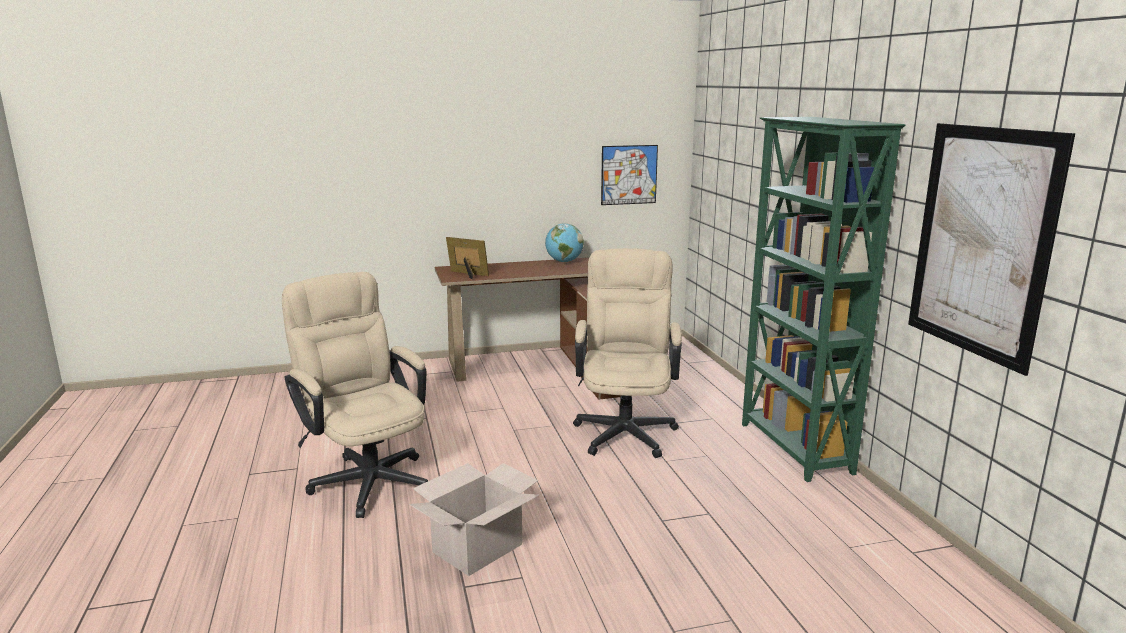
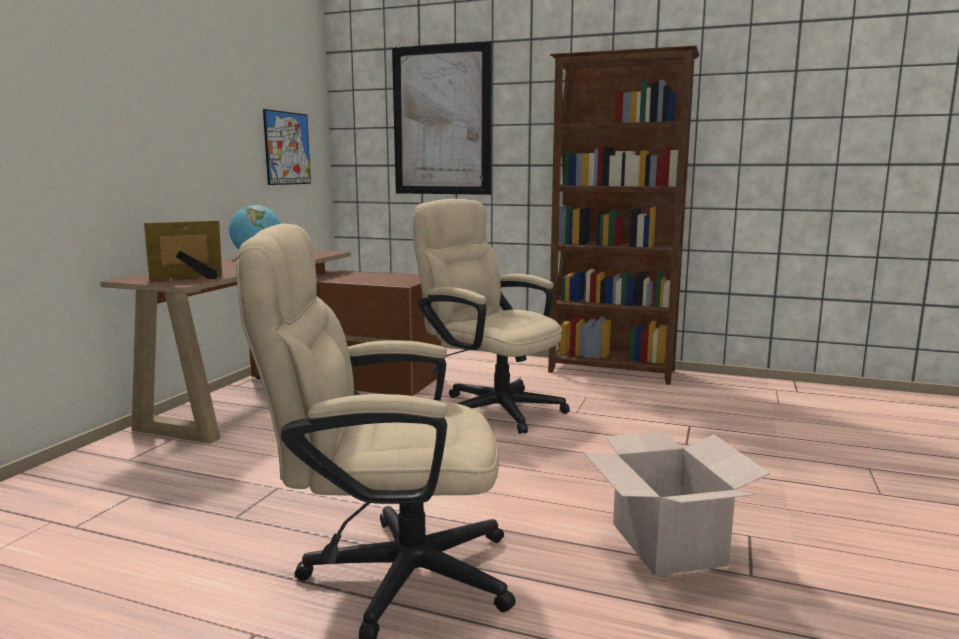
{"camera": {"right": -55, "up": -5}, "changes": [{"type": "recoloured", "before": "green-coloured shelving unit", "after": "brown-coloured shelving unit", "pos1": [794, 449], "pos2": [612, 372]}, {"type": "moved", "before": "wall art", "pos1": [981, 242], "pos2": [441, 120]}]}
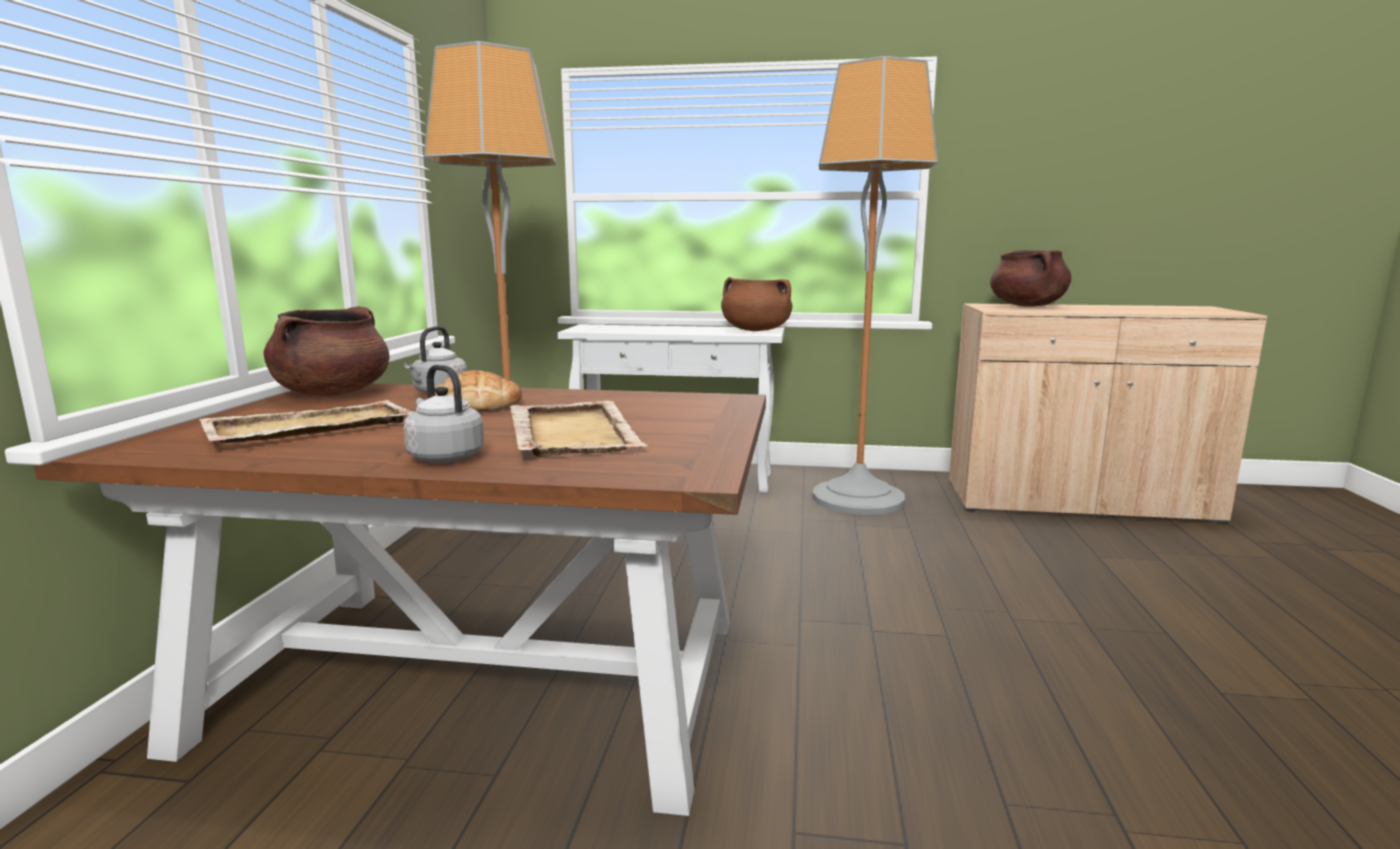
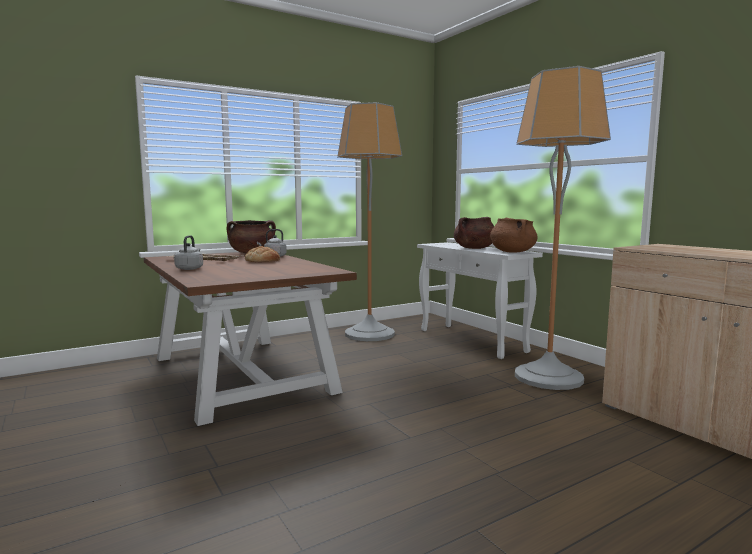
{"camera": {"right": 50, "up": -5}, "changes": [{"type": "removed", "before": "sand-coloured carrying tray", "pos1": [572, 432]}, {"type": "moved", "before": "brown-coloured saucepot", "pos1": [1027, 306], "pos2": [474, 248]}]}
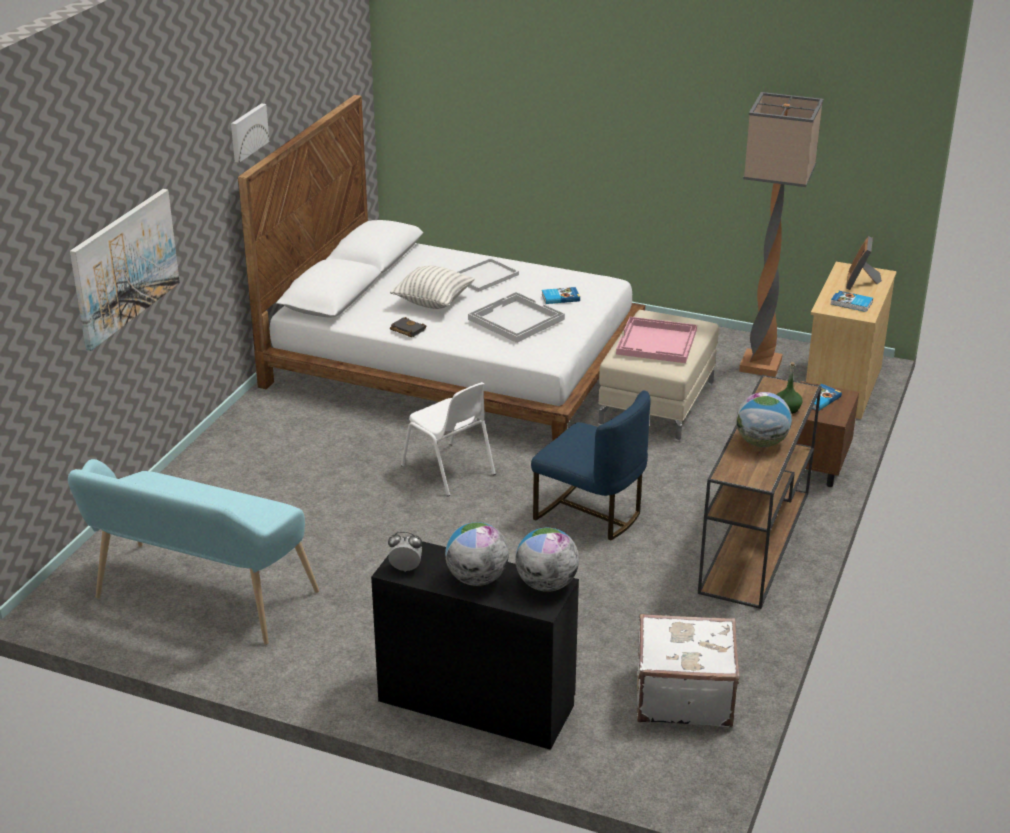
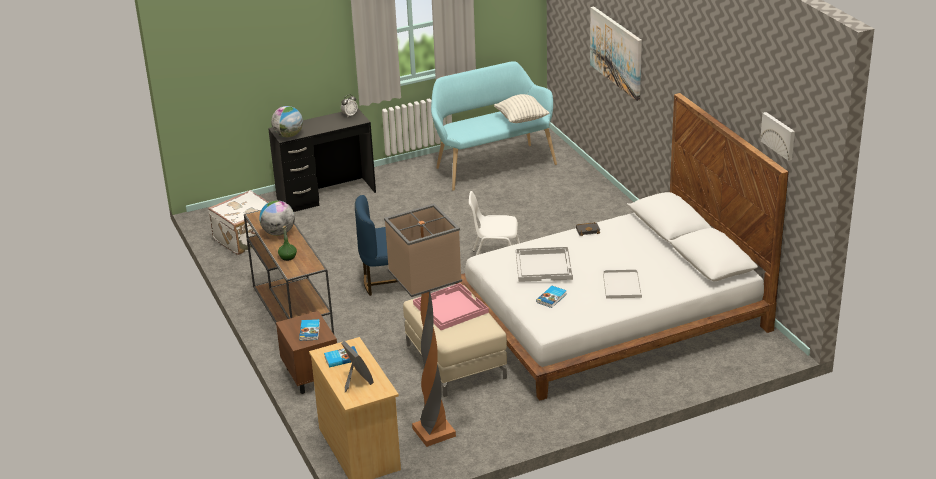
{"camera": {"right": 135, "up": 0}, "changes": [{"type": "moved", "before": "wall art", "pos1": [247, 132], "pos2": [779, 135]}, {"type": "moved", "before": "cushion", "pos1": [433, 302], "pos2": [521, 120]}, {"type": "removed", "before": "desk globe", "pos1": [477, 579]}]}
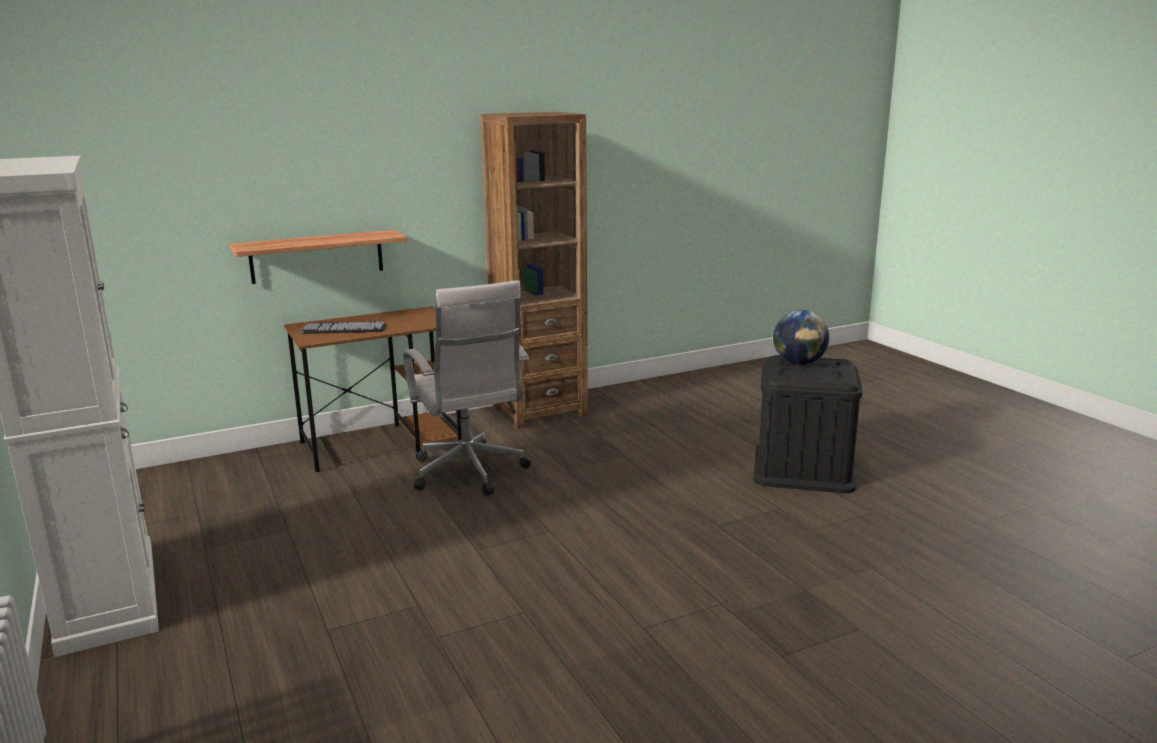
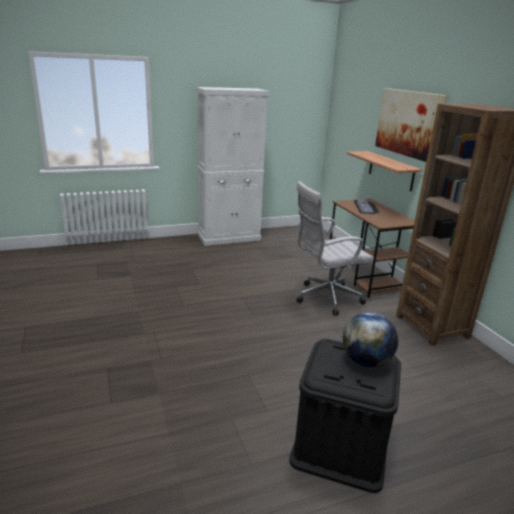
{"camera": {"right": 95, "up": 5}, "changes": [{"type": "added", "after": "wall art", "pos2": [408, 123]}]}
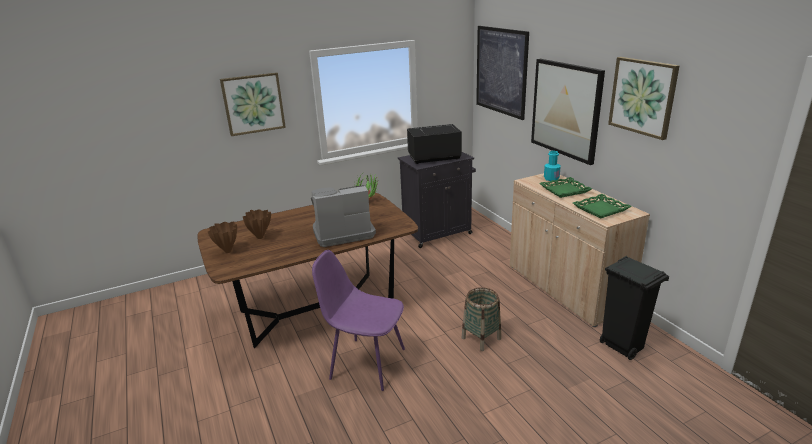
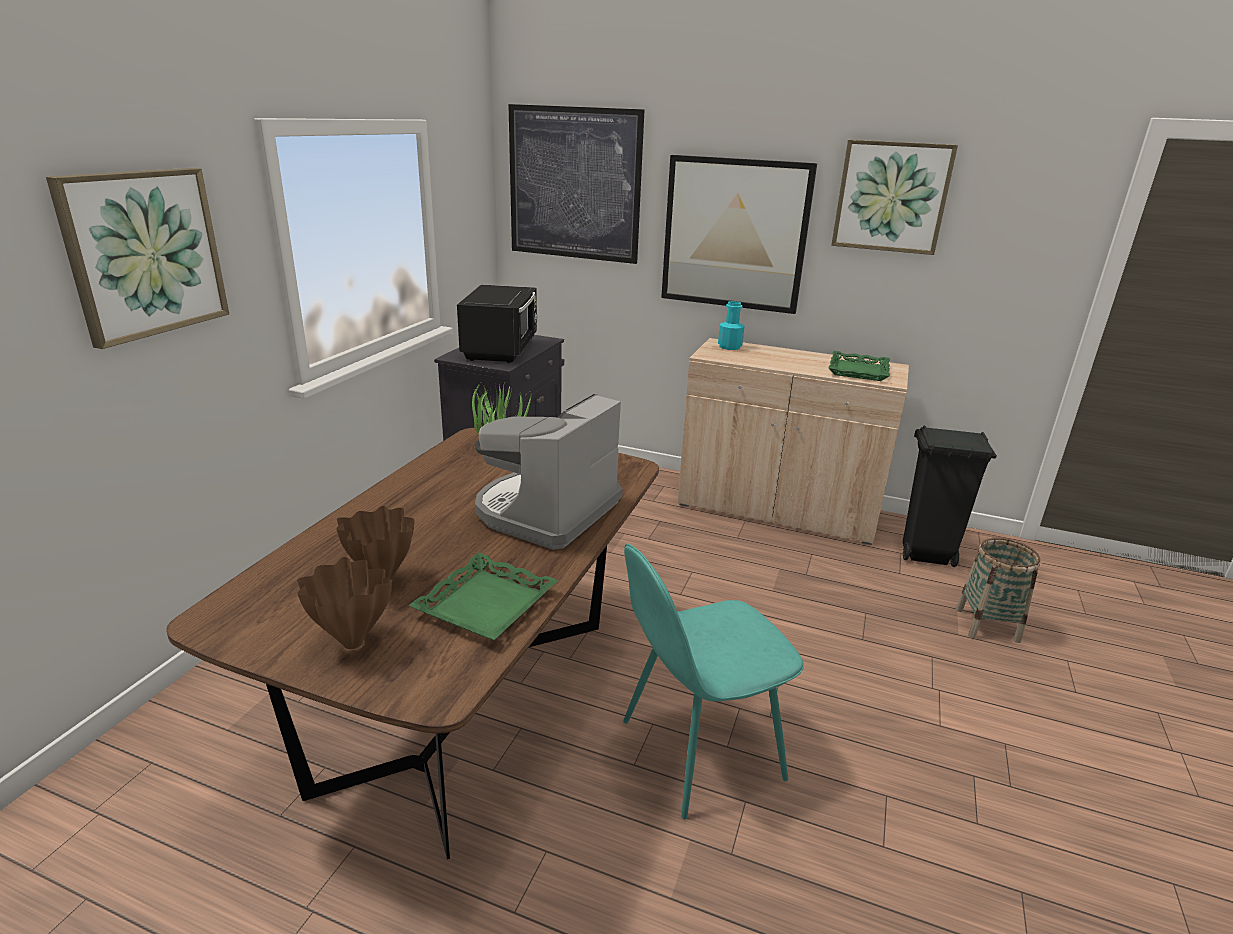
{"camera": {"right": -45, "up": 0}, "changes": [{"type": "recoloured", "before": "purplish upright chair", "after": "turquoise upright chair", "pos1": [366, 363], "pos2": [697, 751]}, {"type": "turned", "before": "blackish microwave oven", "pos1": [433, 158], "pos2": [501, 349], "turn": 150}, {"type": "moved", "before": "household basket", "pos1": [481, 338], "pos2": [987, 625]}, {"type": "moved", "before": "green-coloured carrying tray", "pos1": [565, 190], "pos2": [487, 605]}]}
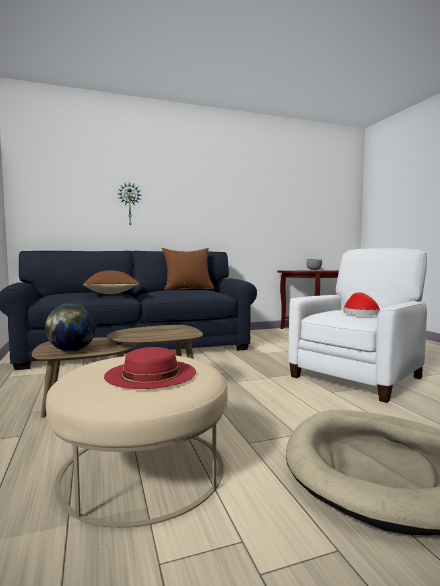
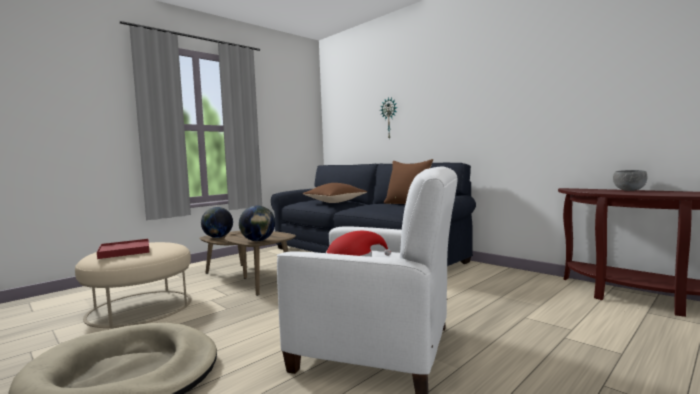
{"camera": {"right": 65, "up": 0}, "changes": [{"type": "replaced", "before": "red-coloured wearable hat", "after": "red-coloured carrying tray", "pos1": [151, 373], "pos2": [124, 251]}, {"type": "added", "after": "desk globe", "pos2": [258, 241]}]}
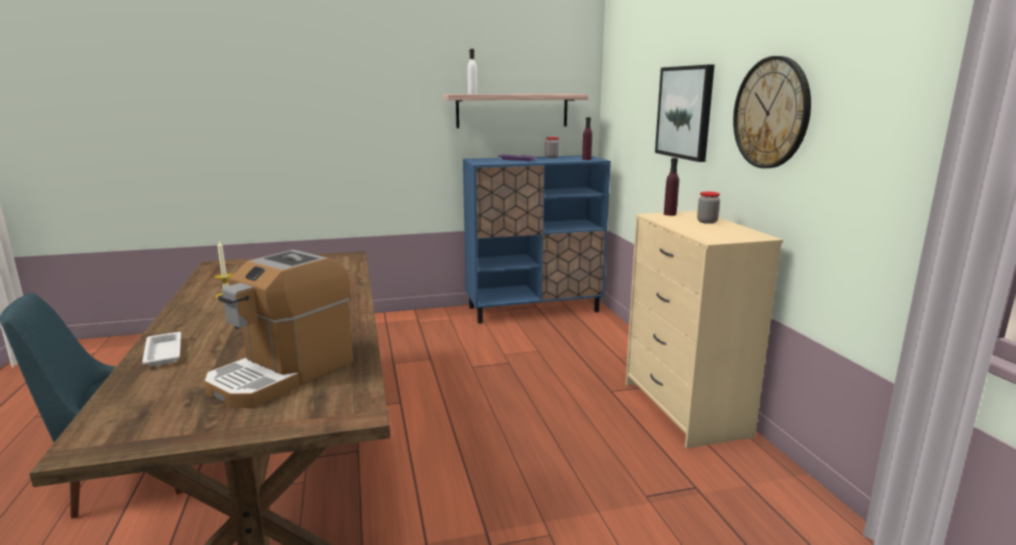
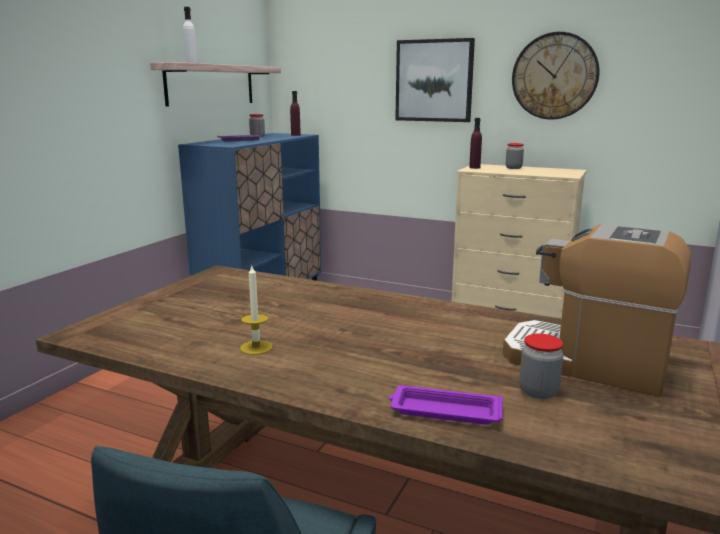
{"camera": {"right": -50, "up": 0}, "changes": [{"type": "recoloured", "before": "whitish carrying tray", "after": "purplish carrying tray", "pos1": [163, 352], "pos2": [444, 411]}, {"type": "turned", "before": "coffee brewer", "pos1": [283, 373], "pos2": [587, 362], "turn": 135}, {"type": "added", "after": "preserve jar", "pos2": [538, 392]}]}
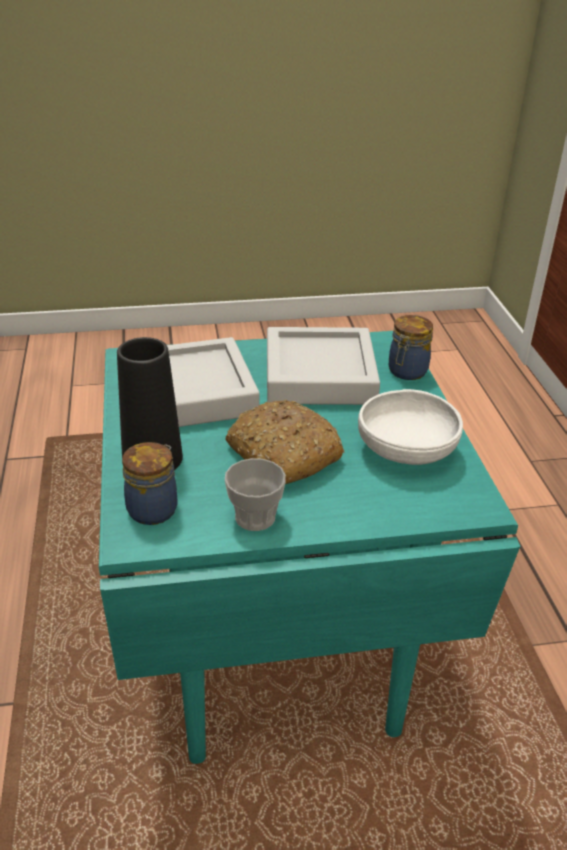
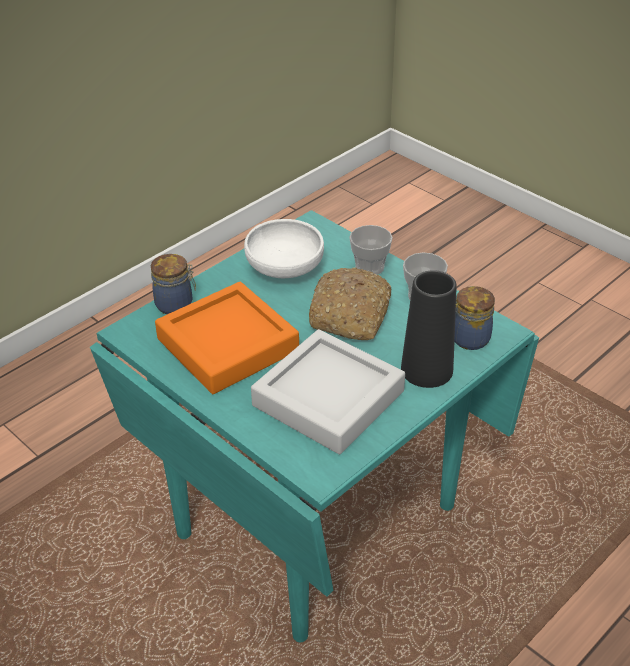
{"camera": {"right": -125, "up": 5}, "changes": [{"type": "recoloured", "before": "gray carrying tray", "after": "orange-coloured carrying tray", "pos1": [319, 375], "pos2": [228, 345]}, {"type": "added", "after": "drinking cup", "pos2": [369, 267]}]}
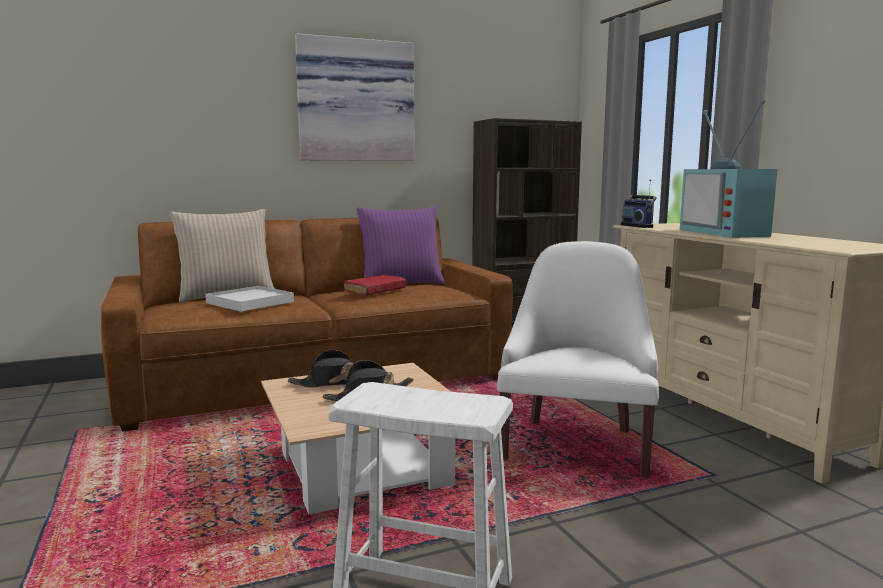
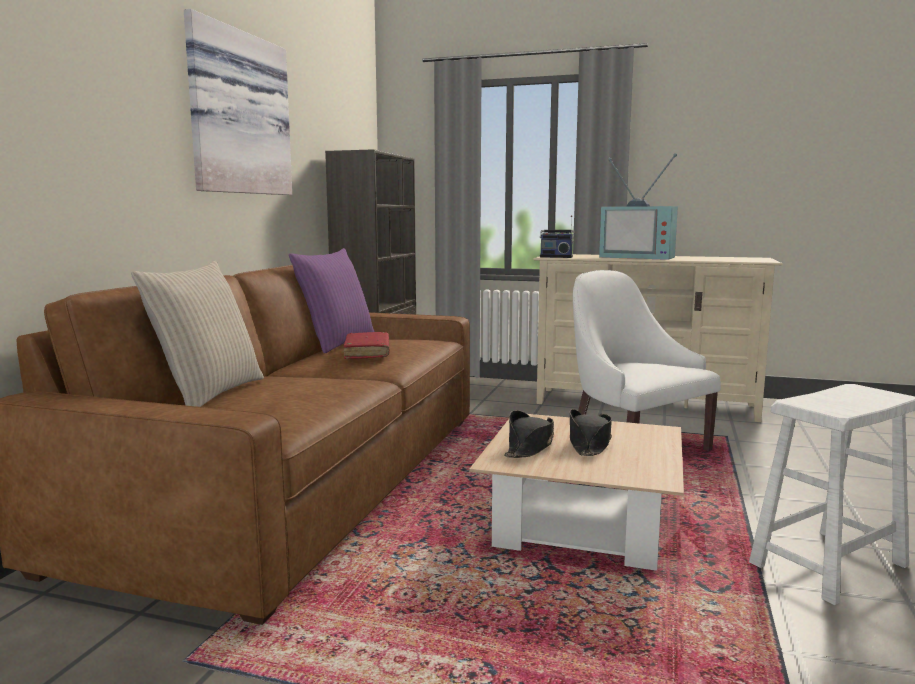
{"camera": {"right": -50, "up": 0}, "changes": [{"type": "removed", "before": "whitish carrying tray", "pos1": [249, 302]}]}
